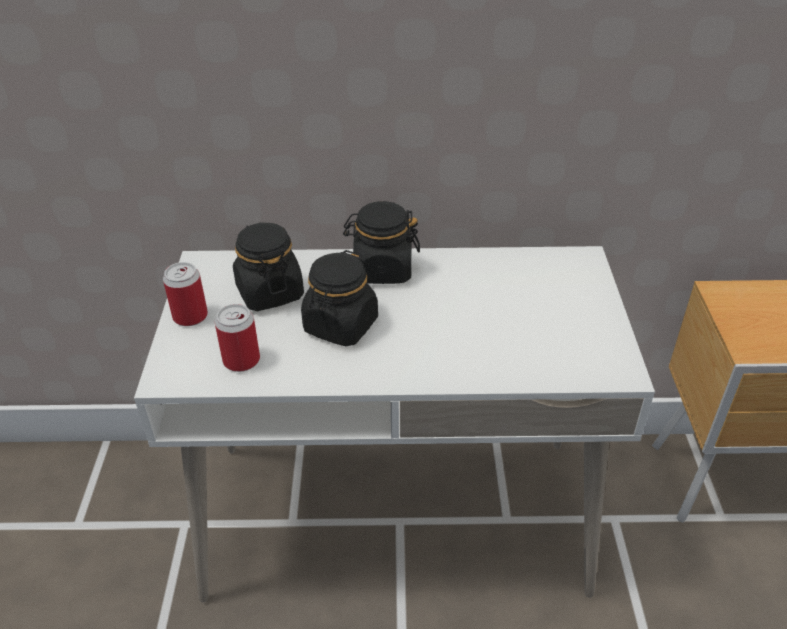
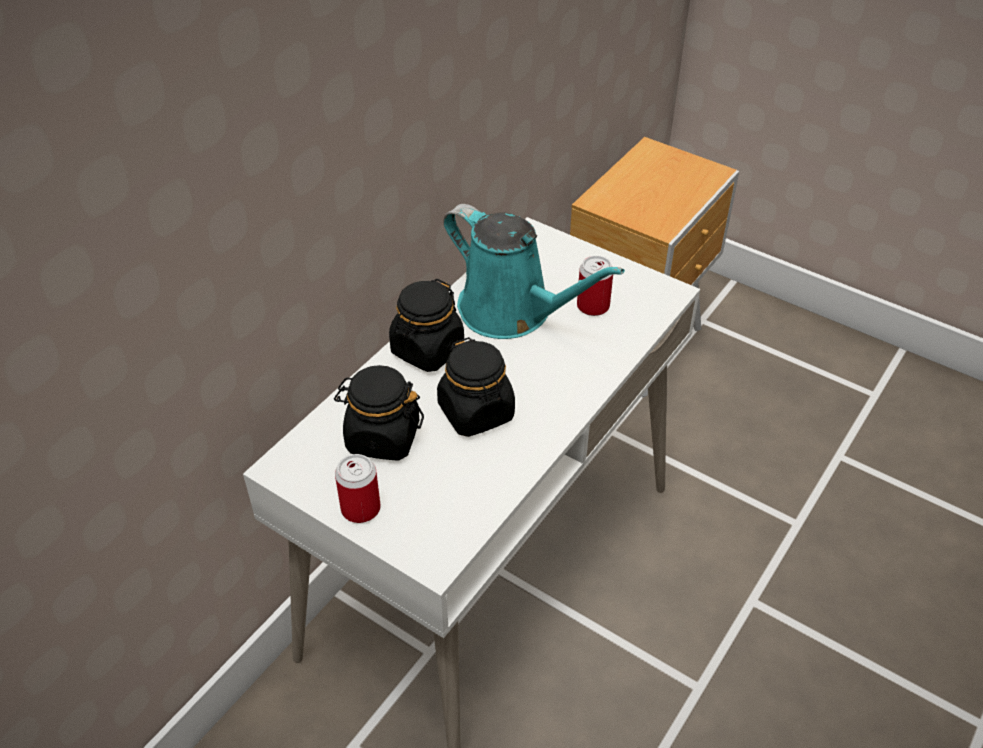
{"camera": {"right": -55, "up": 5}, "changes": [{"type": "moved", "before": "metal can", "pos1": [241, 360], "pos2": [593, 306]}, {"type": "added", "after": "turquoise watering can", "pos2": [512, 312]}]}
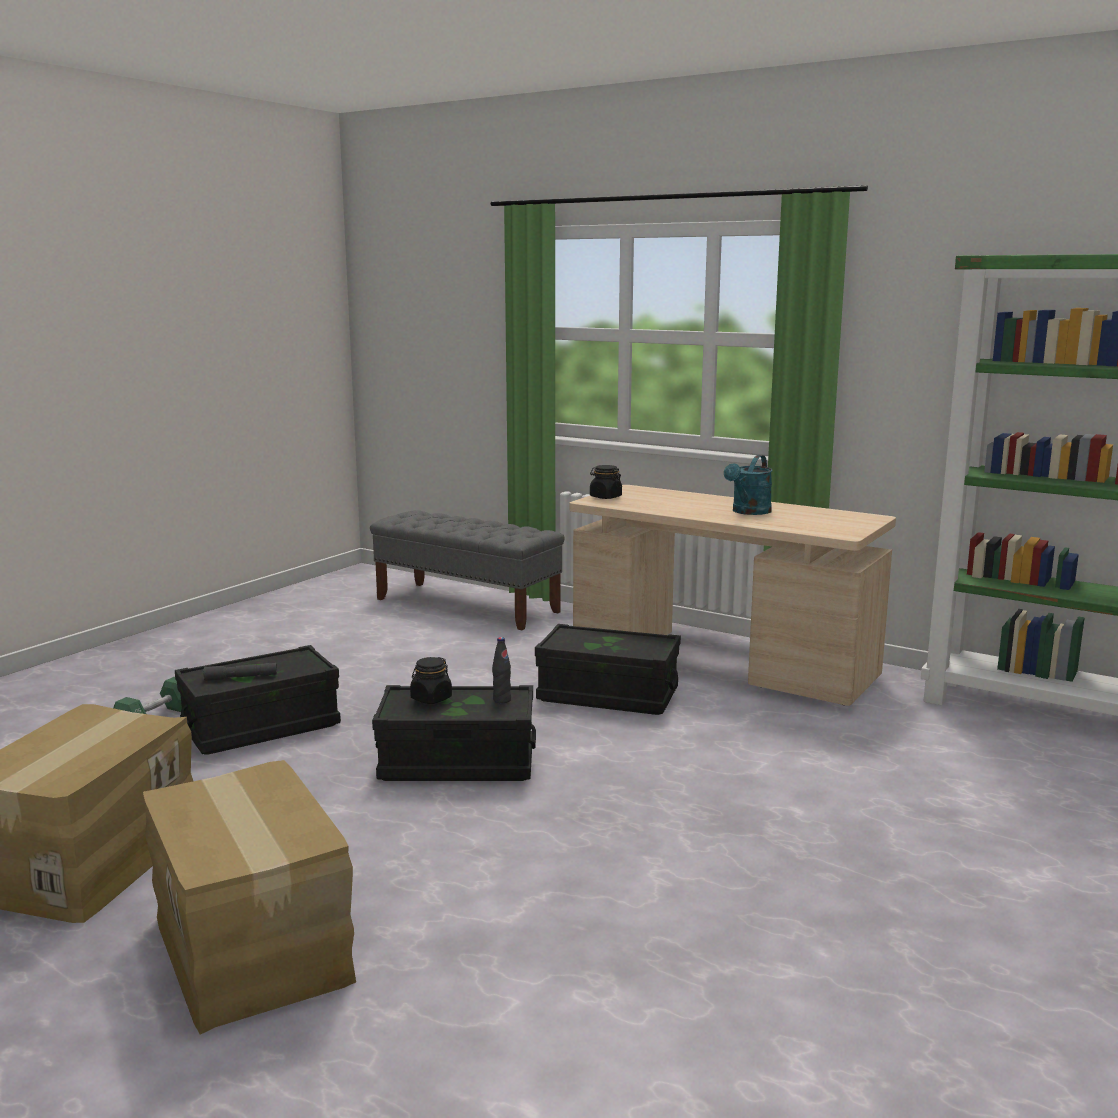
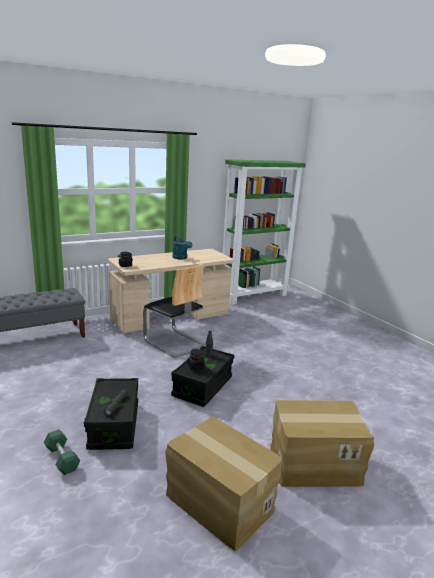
{"camera": {"right": -65, "up": 5}, "changes": [{"type": "replaced", "before": "blackish storage bin", "after": "upright chair", "pos1": [608, 695], "pos2": [174, 342]}]}
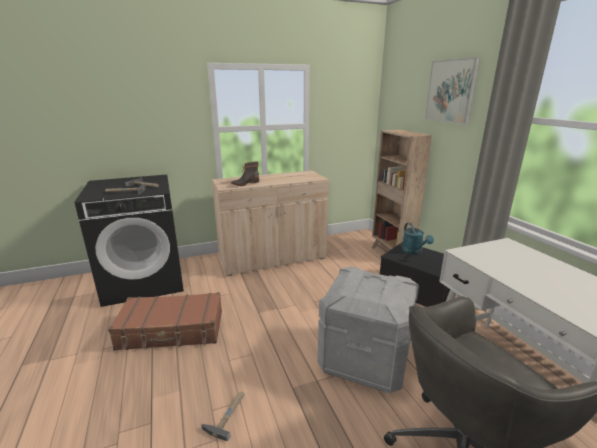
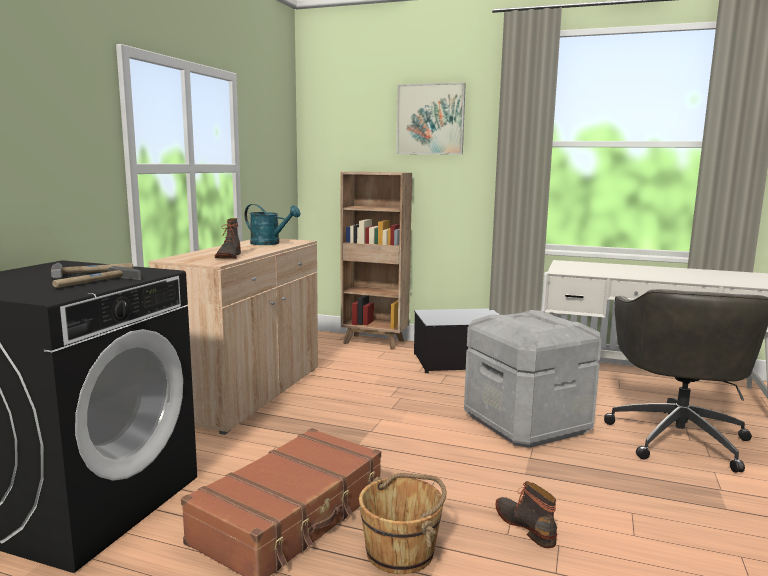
{"camera": {"right": -50, "up": -10}, "changes": [{"type": "replaced", "before": "hammer", "after": "boot", "pos1": [227, 414], "pos2": [526, 525]}, {"type": "moved", "before": "turquoise watering can", "pos1": [414, 252], "pos2": [270, 243]}, {"type": "added", "after": "brown-coloured bucket", "pos2": [401, 551]}]}
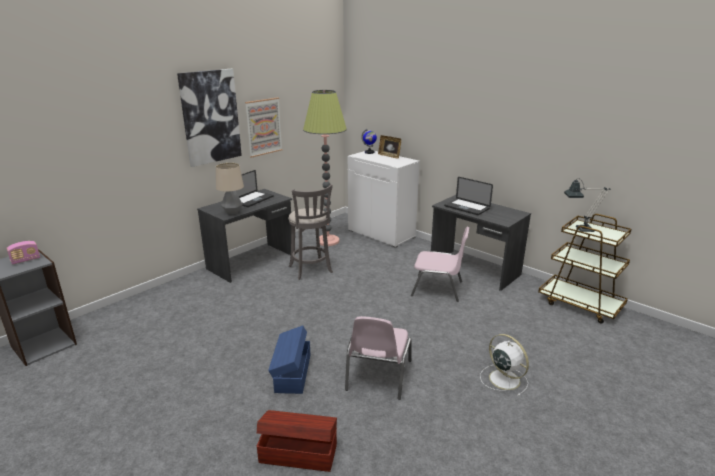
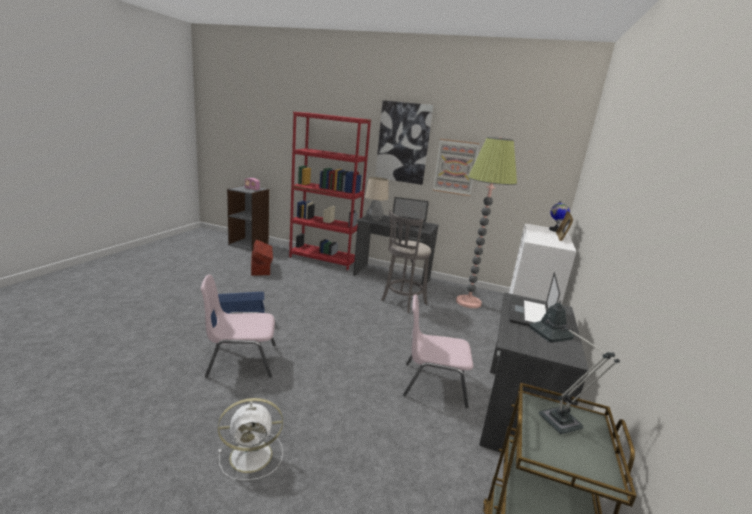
{"camera": {"right": 65, "up": -5}, "changes": [{"type": "moved", "before": "brown-coloured storage bin", "pos1": [298, 452], "pos2": [261, 268]}, {"type": "turned", "before": "pinkish upright chair", "pos1": [438, 288], "pos2": [433, 383], "turn": 105}, {"type": "turned", "before": "whitish fan", "pos1": [503, 378], "pos2": [253, 455], "turn": 45}, {"type": "added", "after": "red-coloured shelving unit", "pos2": [324, 259]}]}
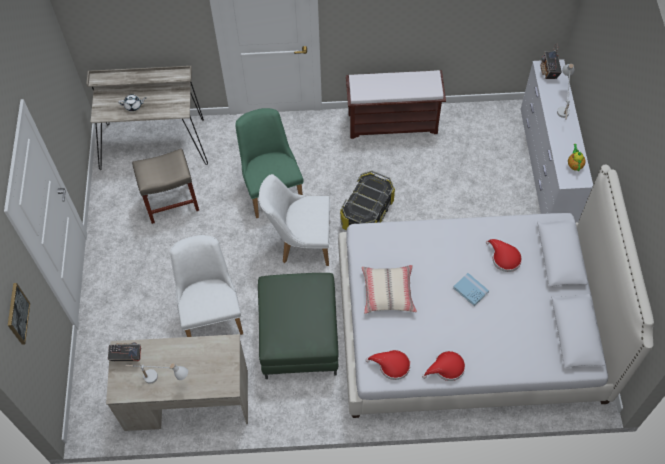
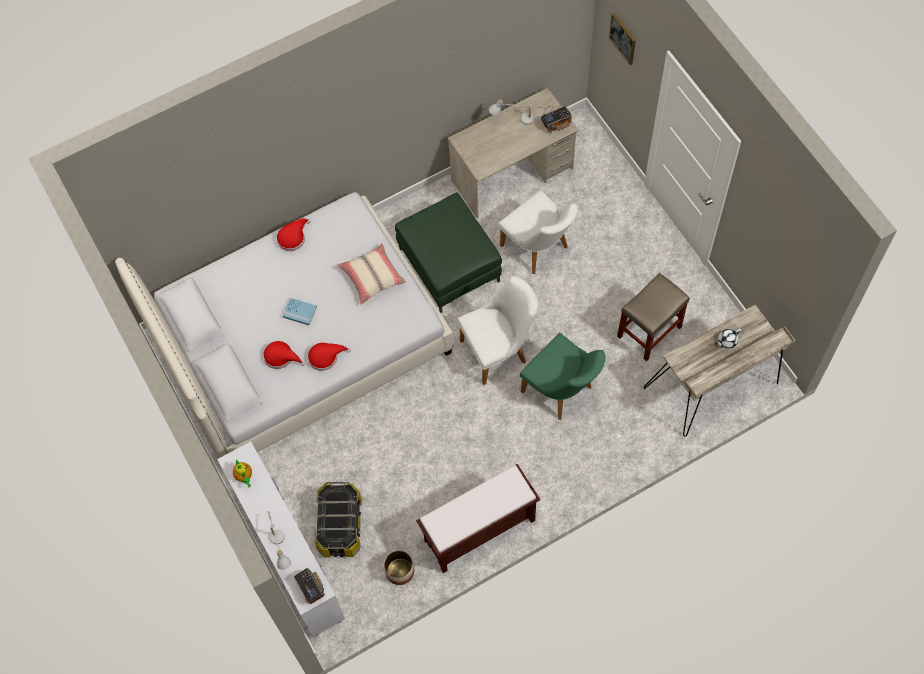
{"camera": {"right": 155, "up": 5}, "changes": [{"type": "moved", "before": "storage bin", "pos1": [367, 213], "pos2": [339, 525]}, {"type": "moved", "before": "red-coloured wearable hat", "pos1": [391, 365], "pos2": [325, 357]}, {"type": "added", "after": "flower pot", "pos2": [399, 571]}]}
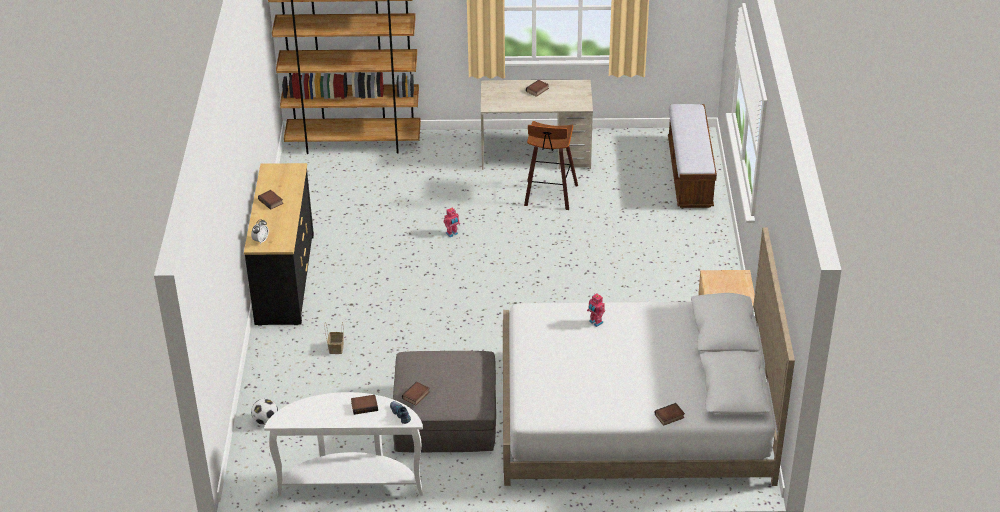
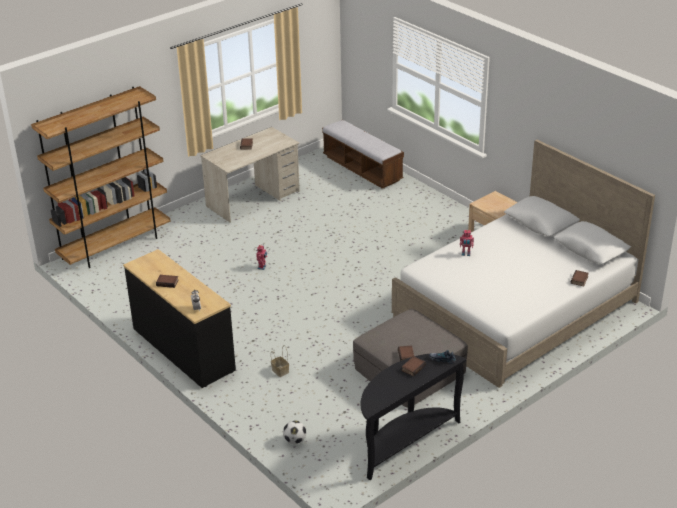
{"camera": {"right": -40, "up": -5}, "changes": [{"type": "recoloured", "before": "whitish narrow table", "after": "blackish narrow table", "pos1": [351, 481], "pos2": [404, 442]}, {"type": "removed", "before": "sitting stool", "pos1": [549, 196]}]}
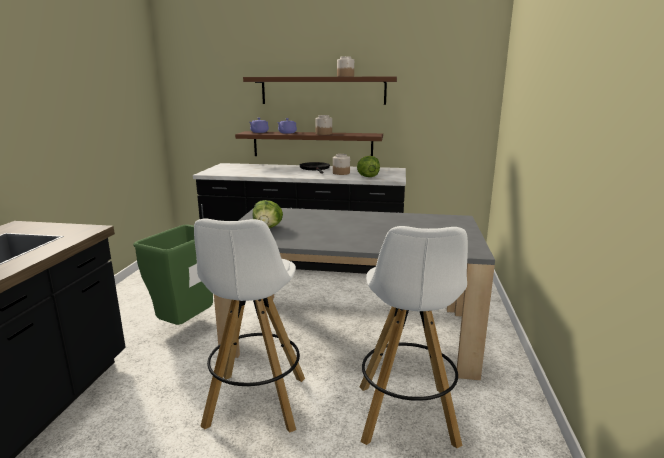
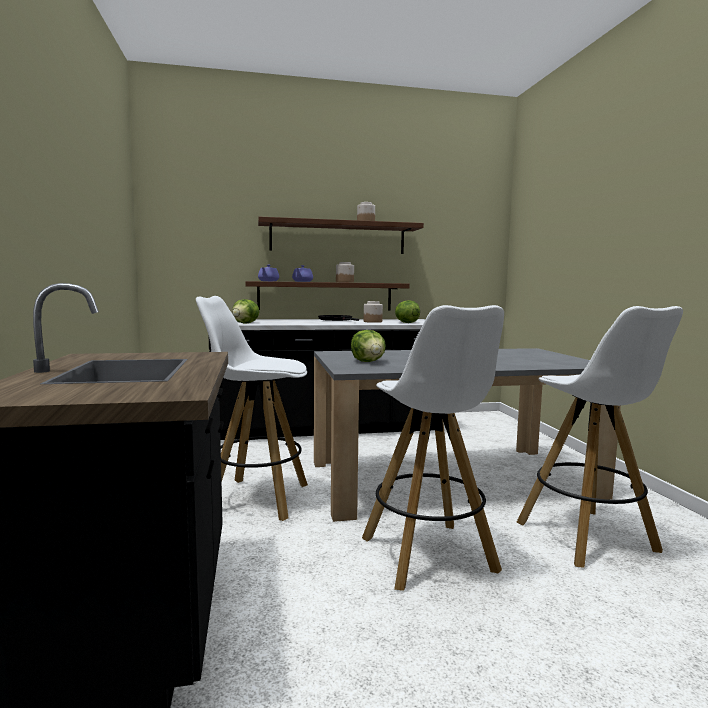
{"camera": {"right": -20, "up": -10}, "changes": [{"type": "replaced", "before": "green-coloured waste bin", "after": "whitish sitting stool", "pos1": [187, 324], "pos2": [256, 499]}, {"type": "added", "after": "lettuce head", "pos2": [246, 323]}]}
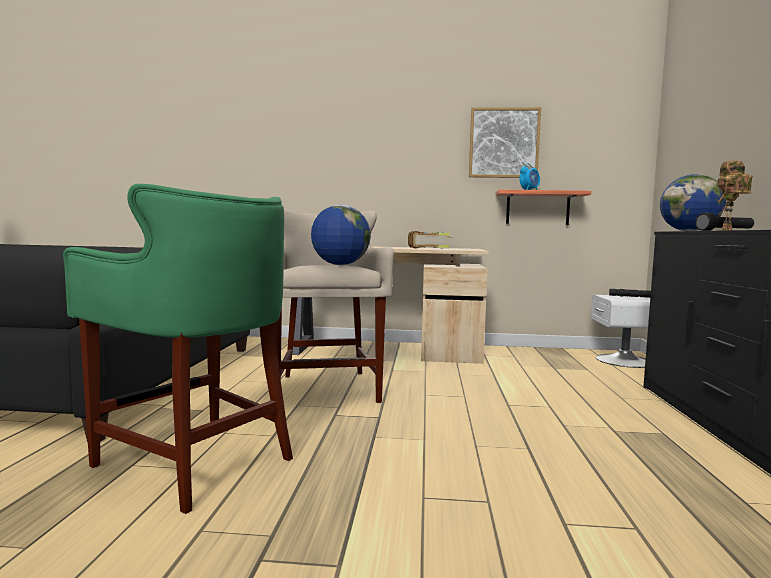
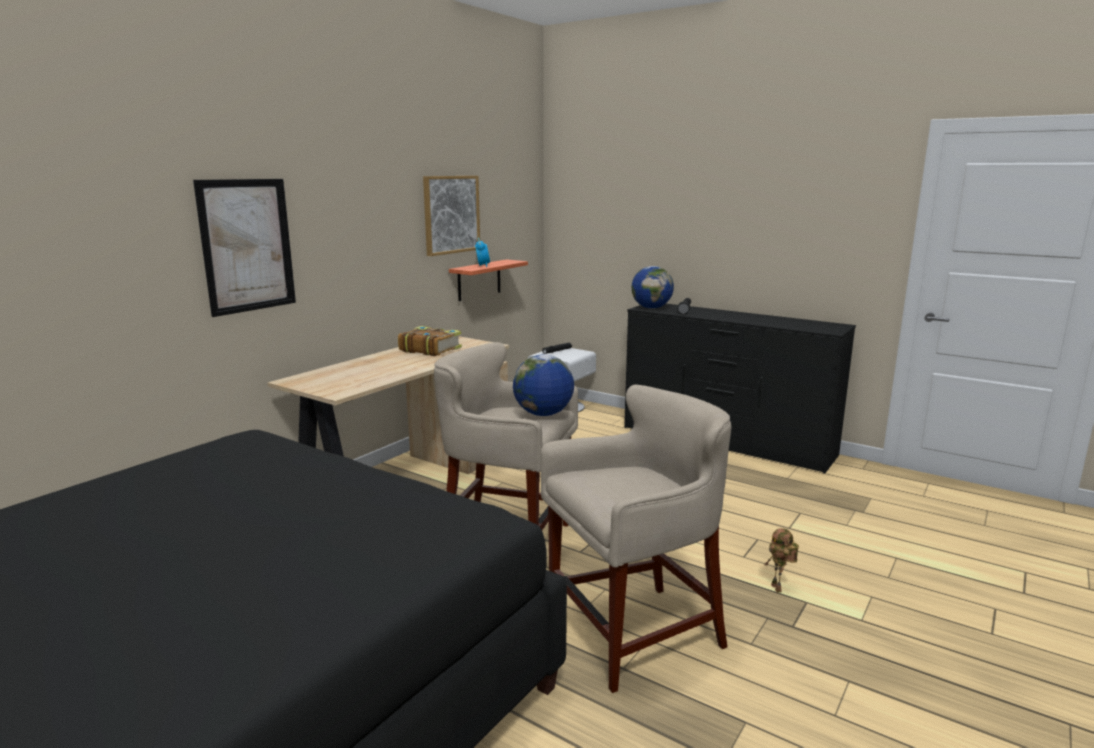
{"camera": {"right": -60, "up": 10}, "changes": [{"type": "recoloured", "before": "green-coloured sitting stool", "after": "sand-coloured sitting stool", "pos1": [196, 460], "pos2": [634, 633]}, {"type": "moved", "before": "robot figure", "pos1": [728, 230], "pos2": [778, 589]}, {"type": "added", "after": "wall art", "pos2": [247, 245]}]}
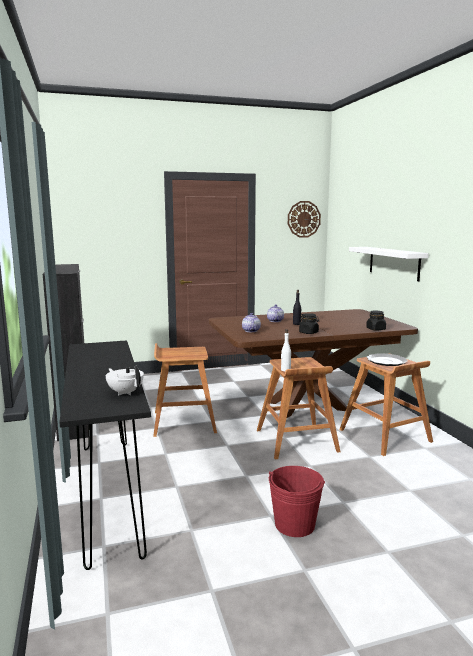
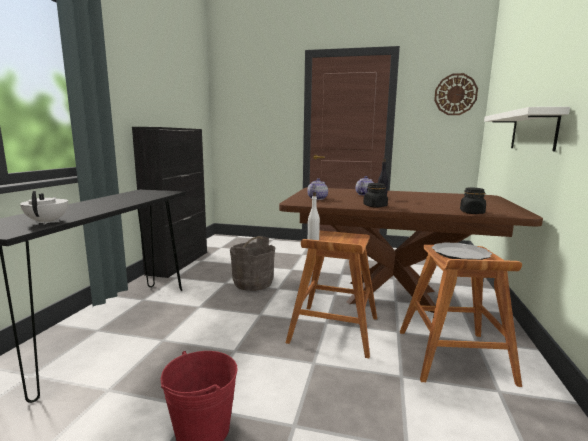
{"camera": {"right": 30, "up": 0}, "changes": [{"type": "replaced", "before": "brown-coloured sitting stool", "after": "gray bucket", "pos1": [183, 422], "pos2": [253, 283]}]}
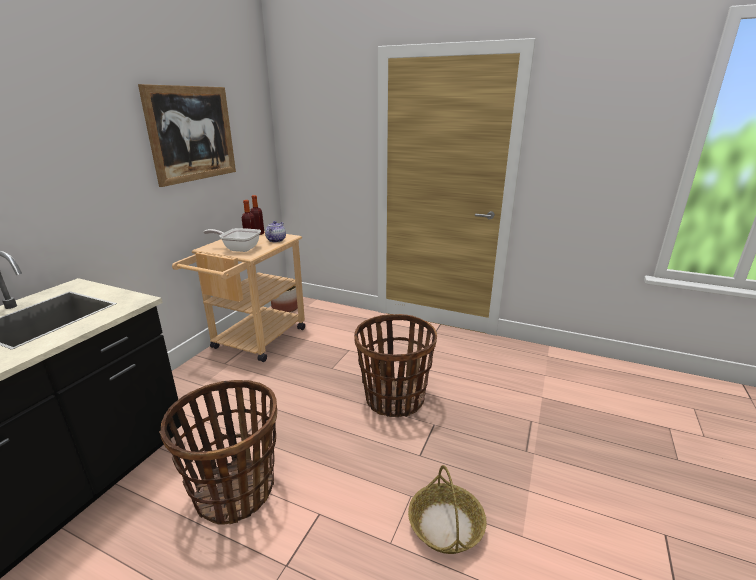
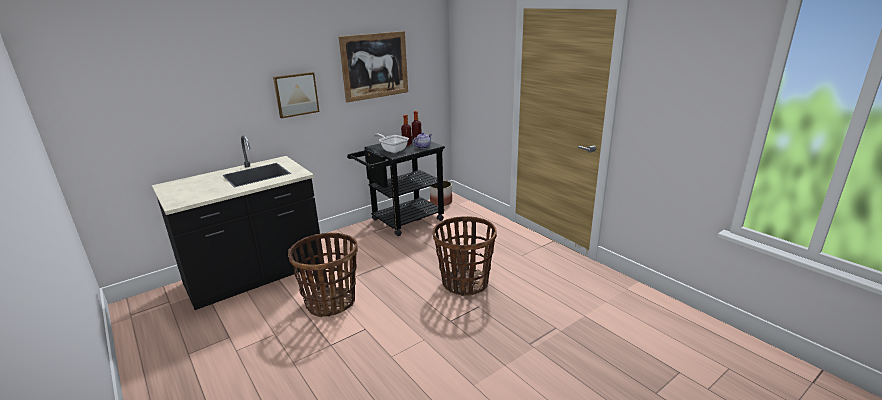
{"camera": {"right": 30, "up": 0}, "changes": [{"type": "recoloured", "before": "sand-coloured wheeled cart", "after": "blackish wheeled cart", "pos1": [254, 342], "pos2": [402, 221]}, {"type": "removed", "before": "household basket", "pos1": [445, 525]}, {"type": "added", "after": "wall art", "pos2": [296, 94]}]}
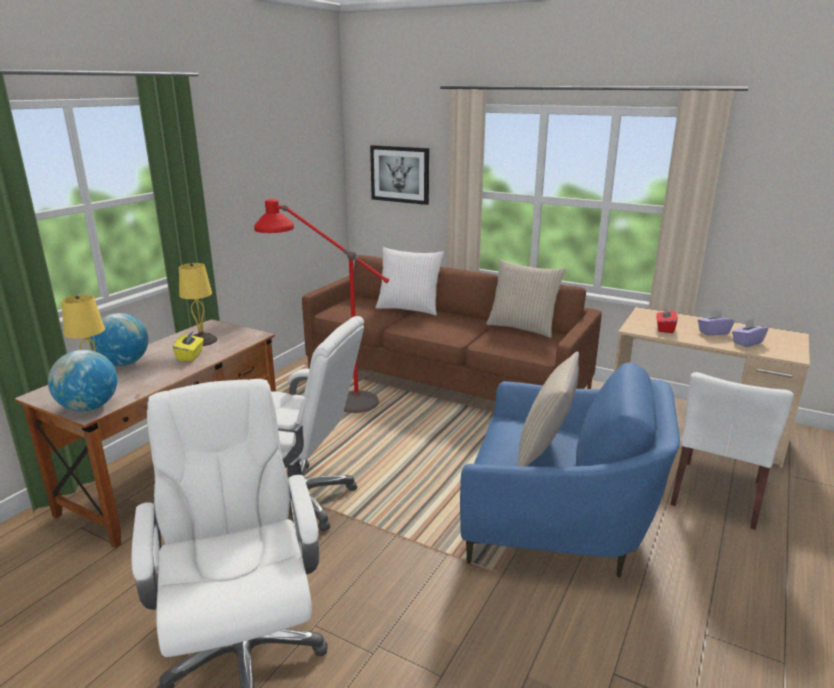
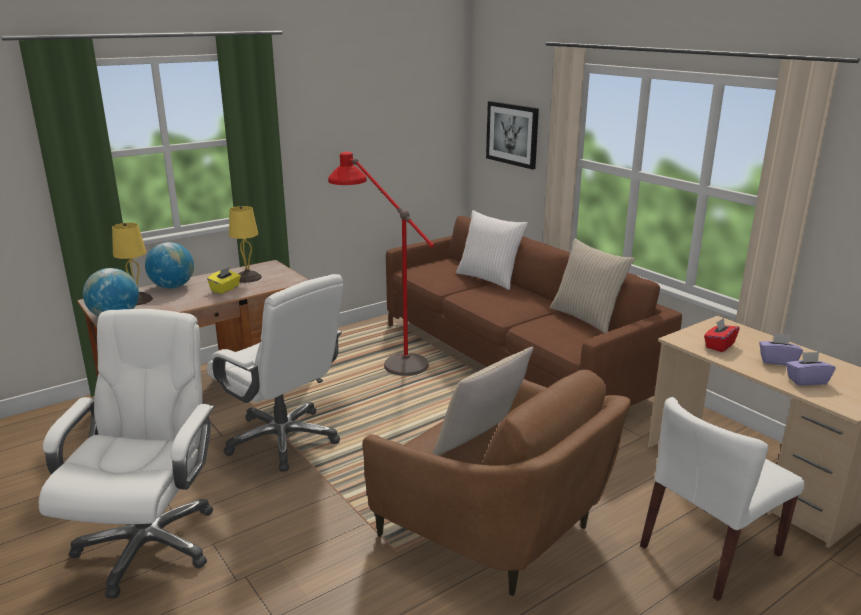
{"camera": {"right": 25, "up": 0}, "changes": [{"type": "recoloured", "before": "blue-coloured armchair", "after": "brown-coloured armchair", "pos1": [558, 525], "pos2": [496, 529]}]}
